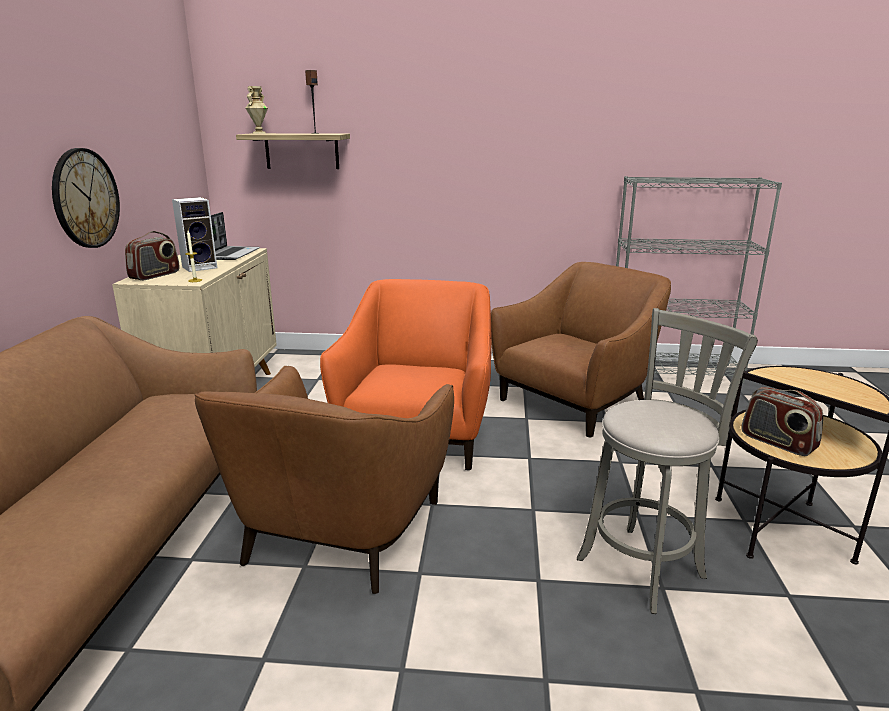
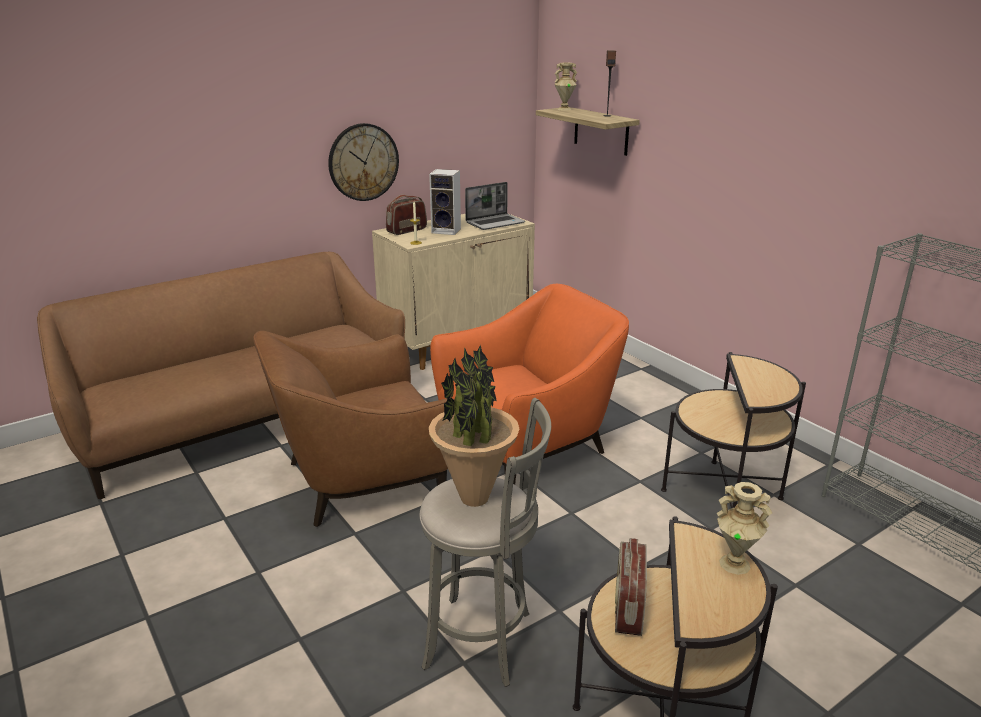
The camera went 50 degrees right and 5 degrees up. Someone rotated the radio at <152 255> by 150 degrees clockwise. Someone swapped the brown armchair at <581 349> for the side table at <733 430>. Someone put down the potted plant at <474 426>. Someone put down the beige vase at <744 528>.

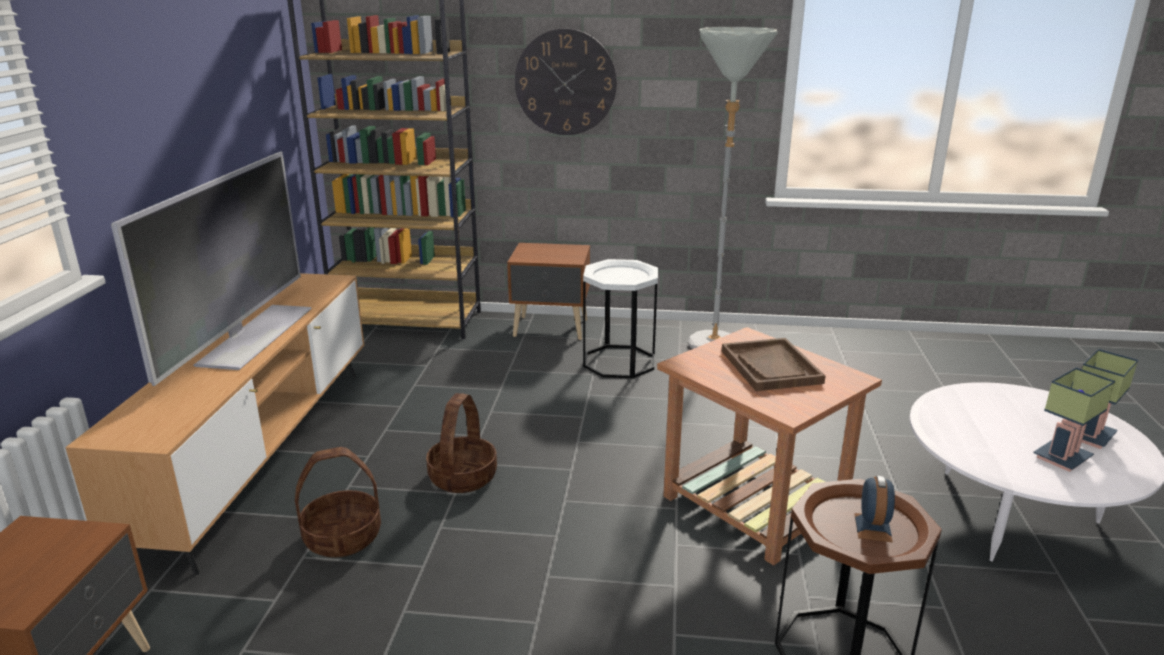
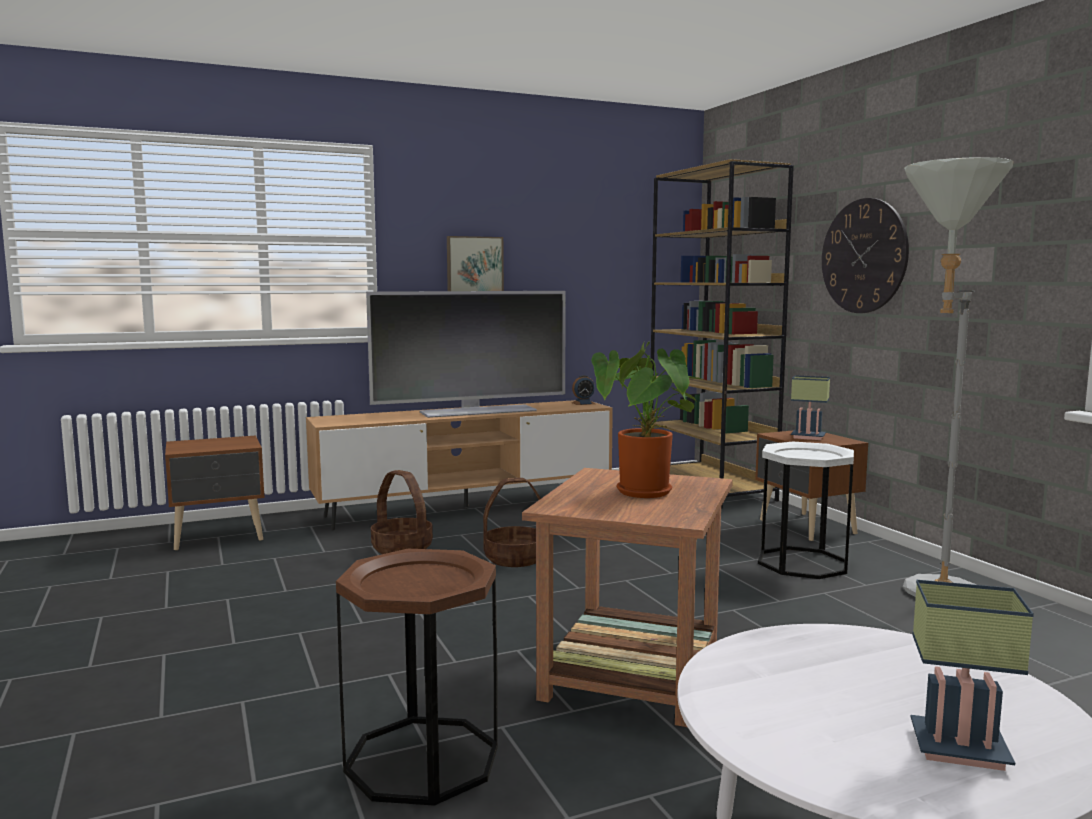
The camera went 60 degrees right and 15 degrees down. Someone swapped the brown tray at <773 364> for the potted plant at <647 420>. Someone carried the alarm clock from <874 509> to <583 390>. Someone carried the table lamp from <1074 419> to <810 407>. Someone put up the picture at <475 263>.

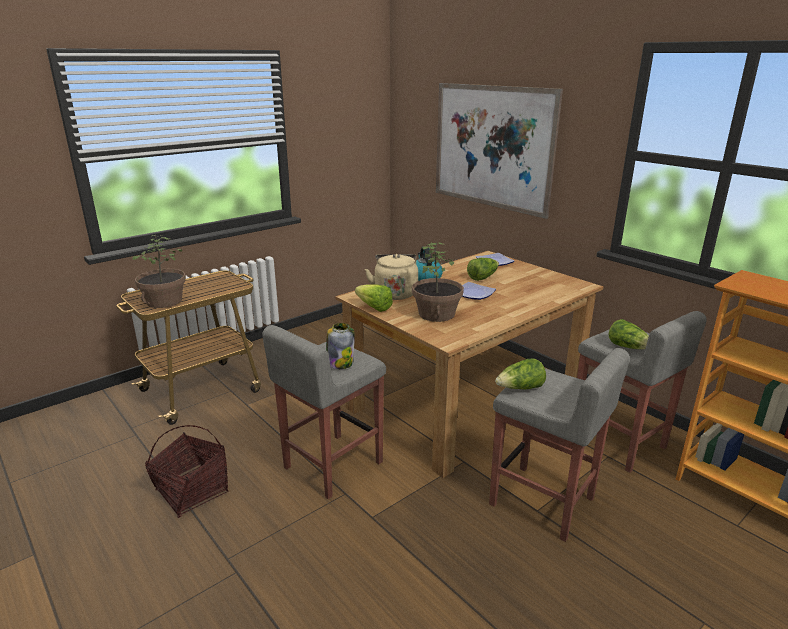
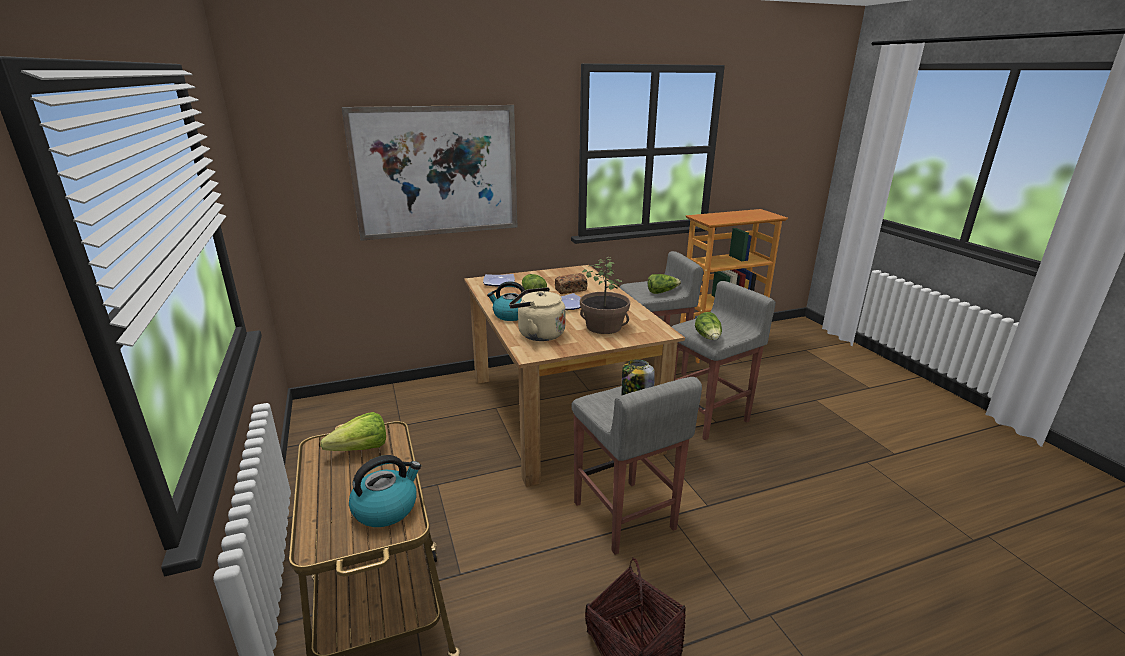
The camera went 70 degrees left and 0 degrees up. Someone swapped the potted plant at <159 271> for the kettle at <385 491>. Someone carried the lettuce from <374 298> to <353 431>. Someone put down the bread at <571 283>.

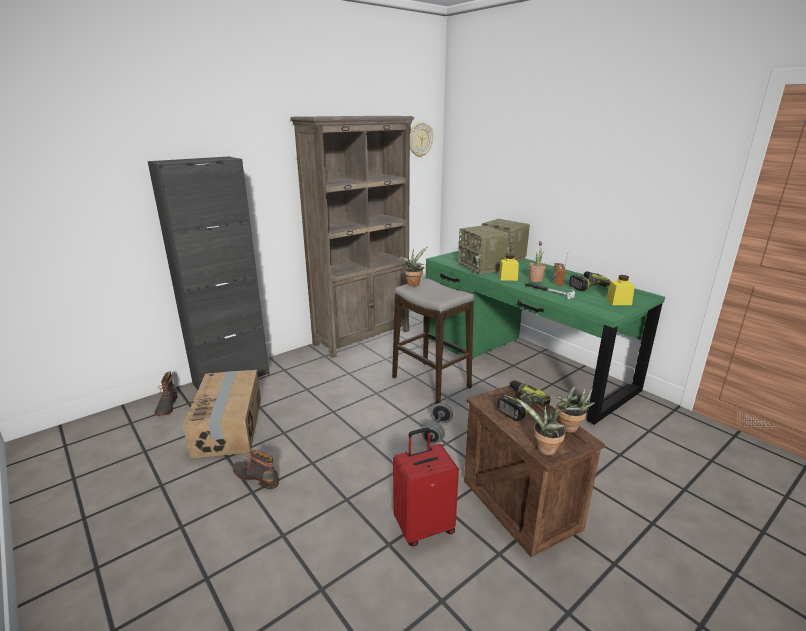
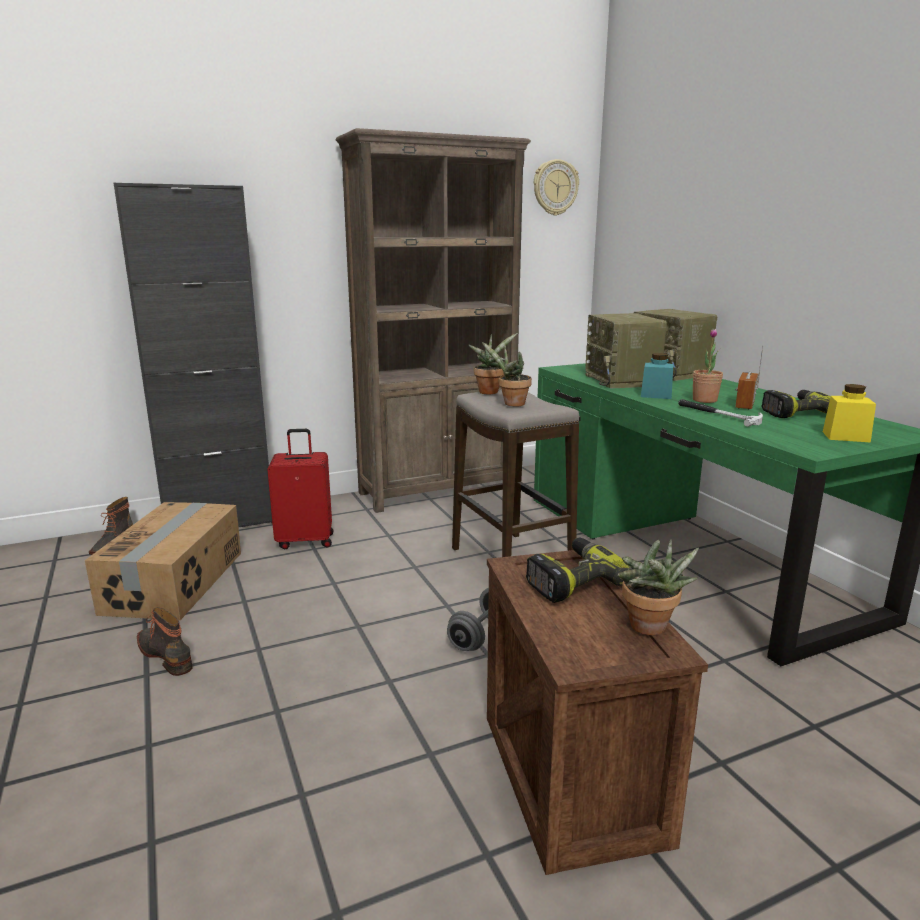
The camera went 15 degrees right and 5 degrees down. Someone carried the red suitcase from <426 487> to <300 489>. Someone repainted the yellow jar at <509 267>, which became the turquoise jar at <657 376>. Someone carried the potted plant from <541 426> to <507 374>.

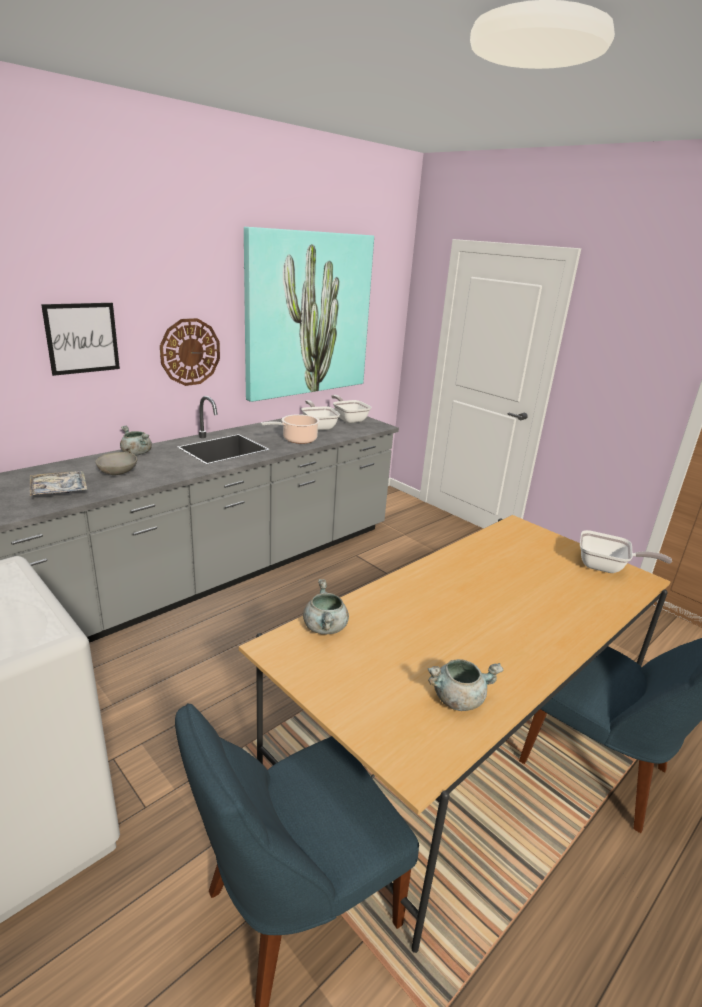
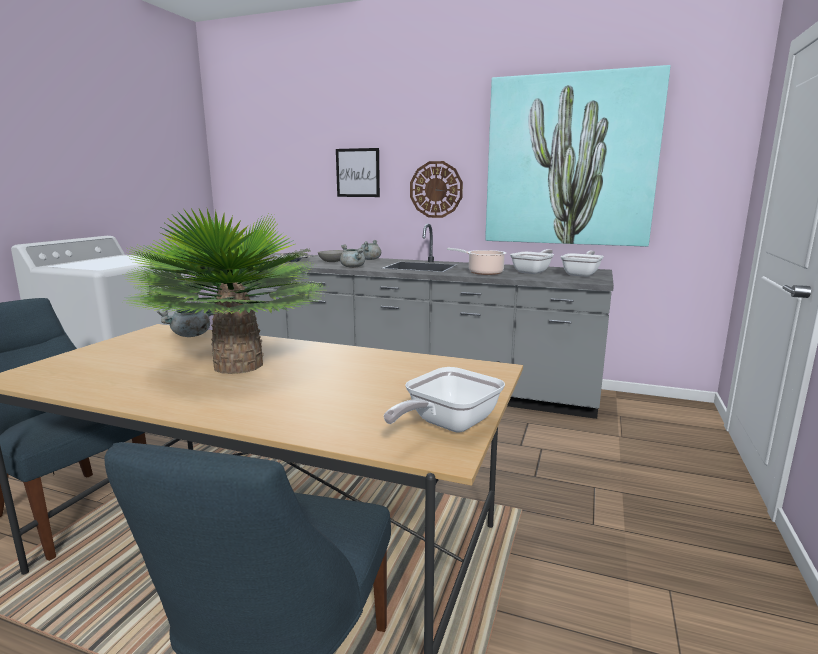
The camera went 65 degrees right and 10 degrees down. Someone carried the grey cooking pot from <465 685> to <352 256>. Someone rotated the frying pan at <626 551> by 45 degrees clockwise. Someone put down the potted plant at <225 291>.

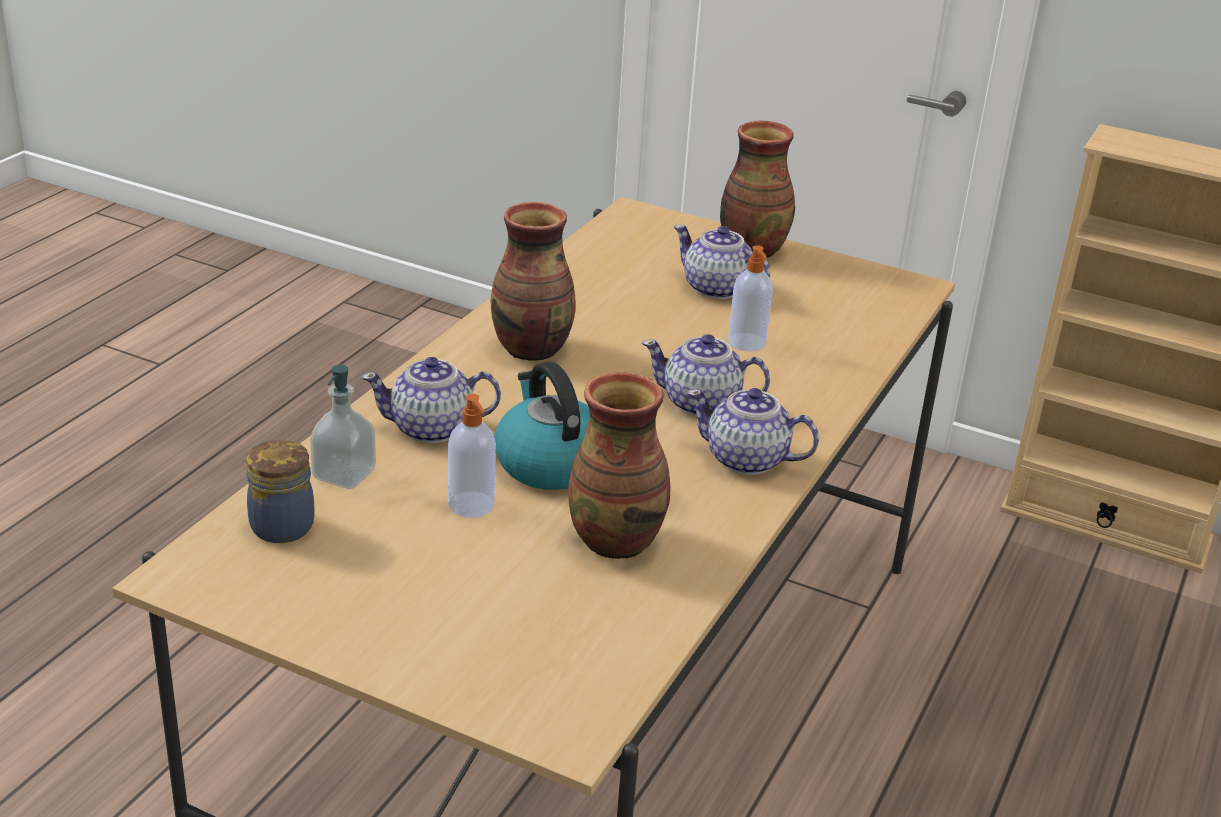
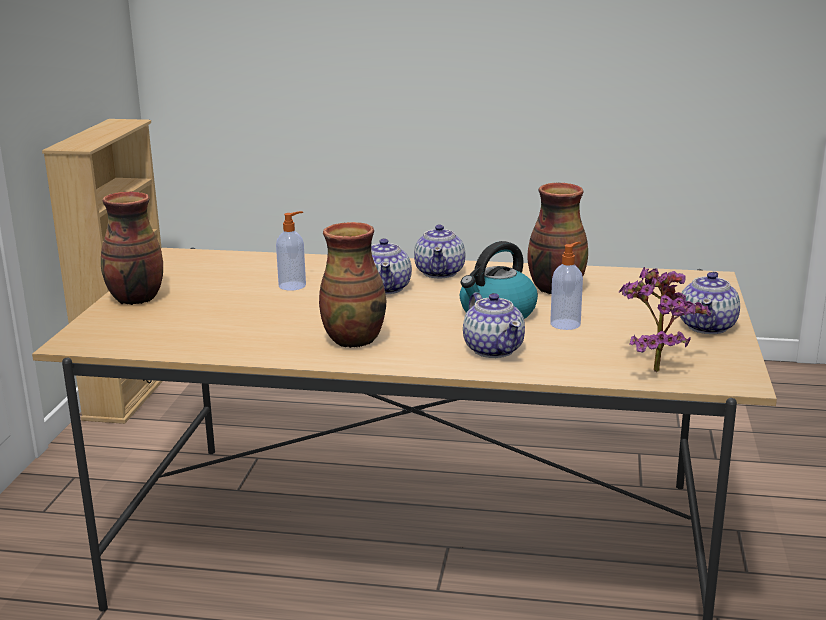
The camera went 105 degrees left and 10 degrees down. Someone swapped the jar at <280 491> for the potted plant at <665 319>. Someone took away the soap dispenser at <343 427>. Someone carried the teapot from <721 262> to <710 302>.

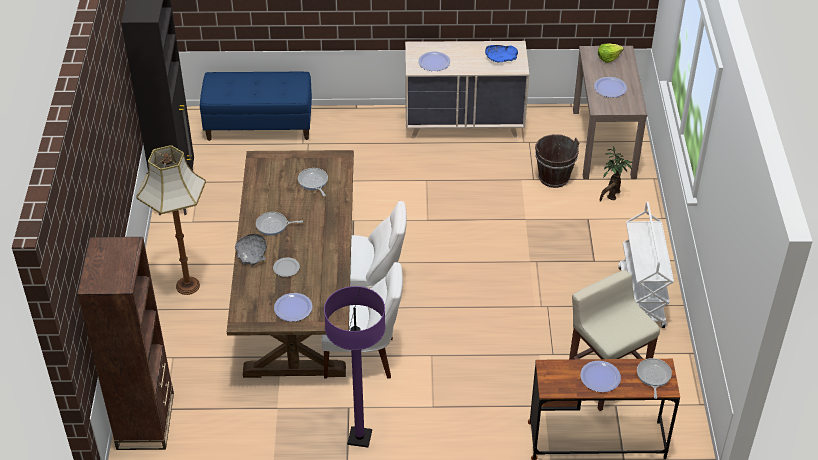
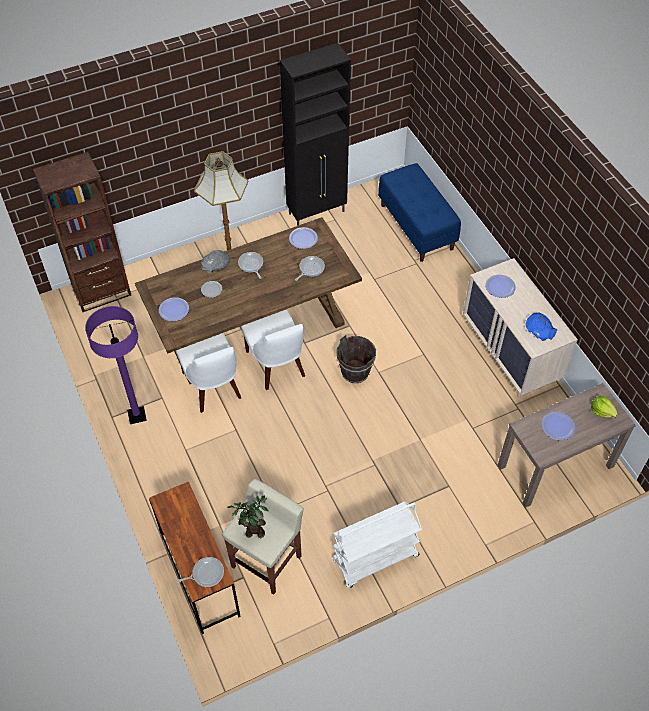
The camera went 65 degrees right and 10 degrees up. Someone carried the brown bucket from <557 161> to <356 359>. Someone carried the plate from <600 376> to <303 238>. Someone carried the potted plant from <616 174> to <248 517>.

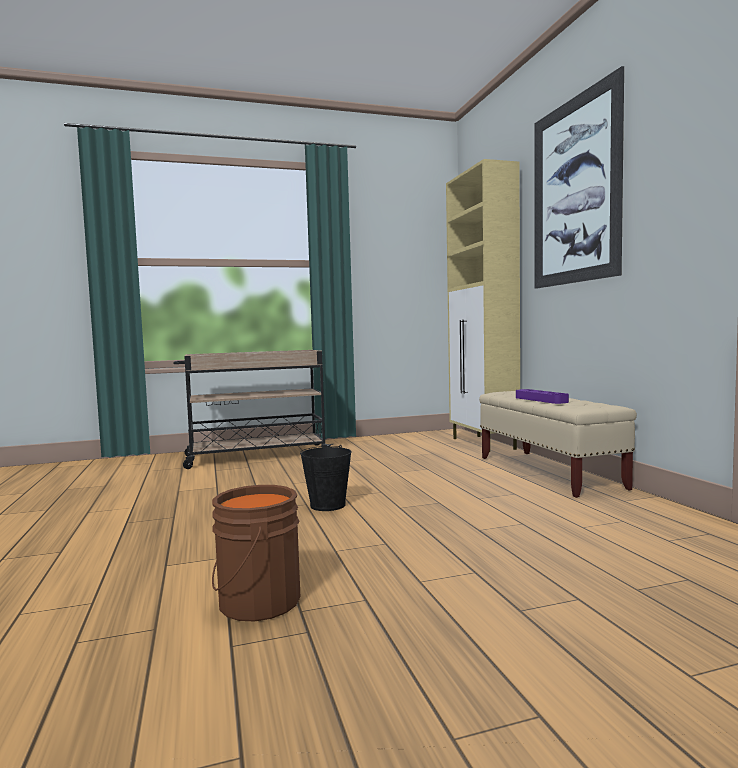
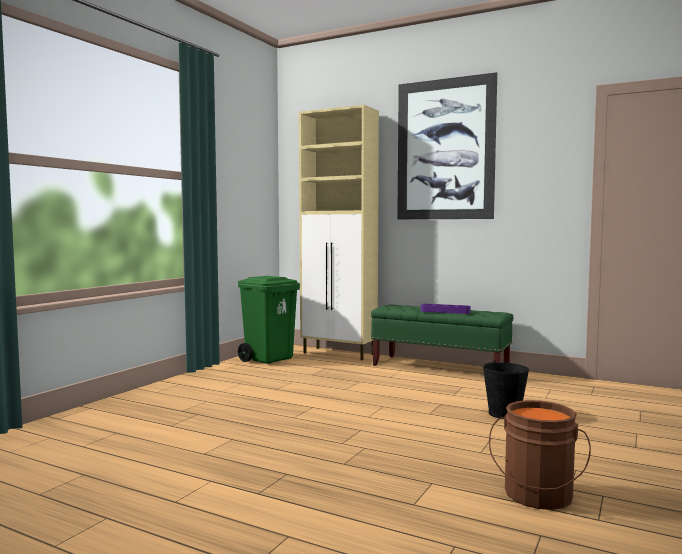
The camera went 45 degrees left and 0 degrees up. Someone took away the beige cart at <253 409>. Someone carried the black bucket from <326 478> to <505 389>. Someone repainted the beige bench at <558 444>, which became the green bench at <442 335>. Someone put down the green trash can at <268 320>.

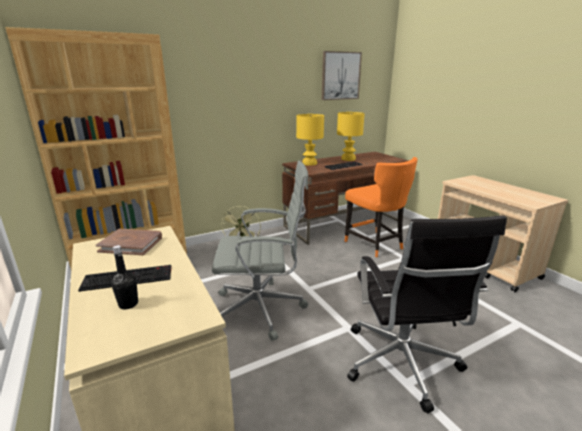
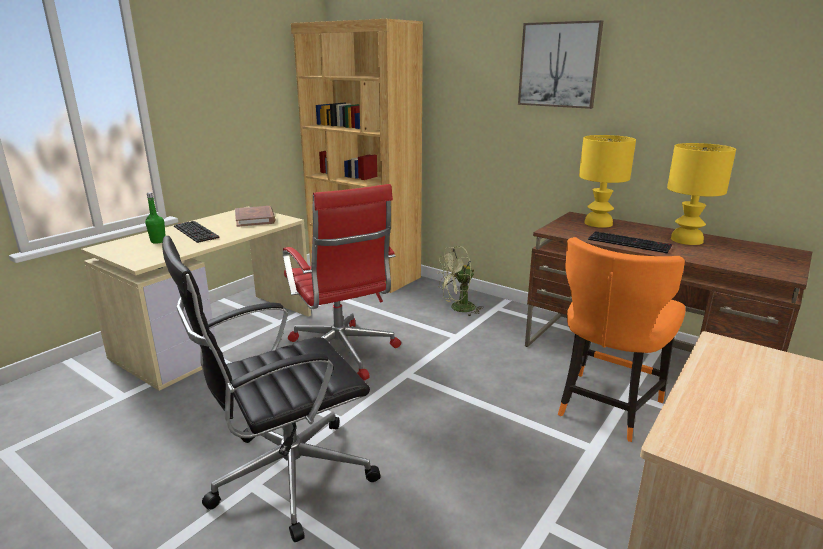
The camera went 65 degrees right and 0 degrees up. Someone repainted the black bottle at <124 277>, which became the green bottle at <155 218>. Someone repainted the grey office chair at <260 250>, which became the red office chair at <342 282>. Someone carried the picture from <342 75> to <560 64>.

